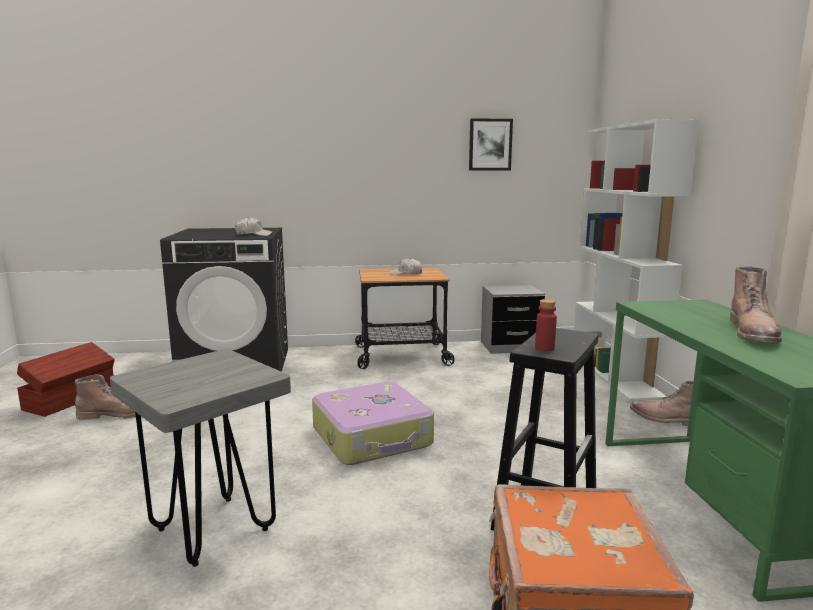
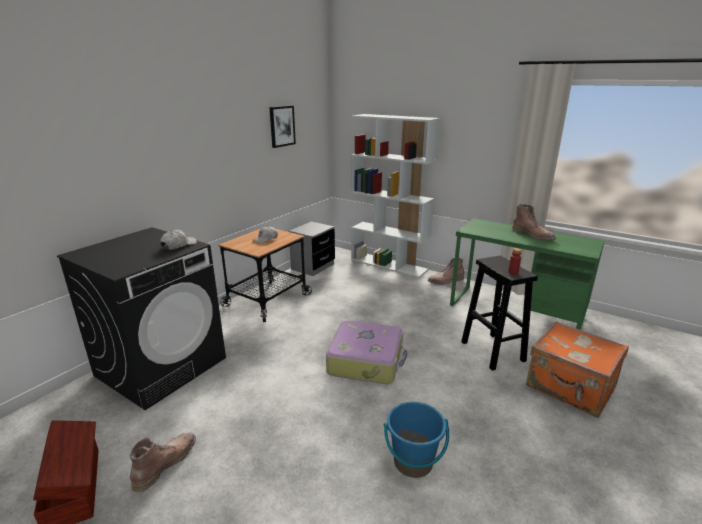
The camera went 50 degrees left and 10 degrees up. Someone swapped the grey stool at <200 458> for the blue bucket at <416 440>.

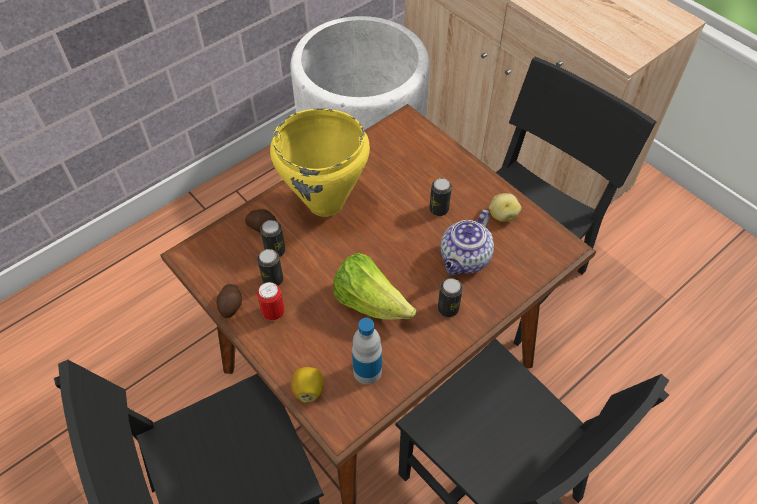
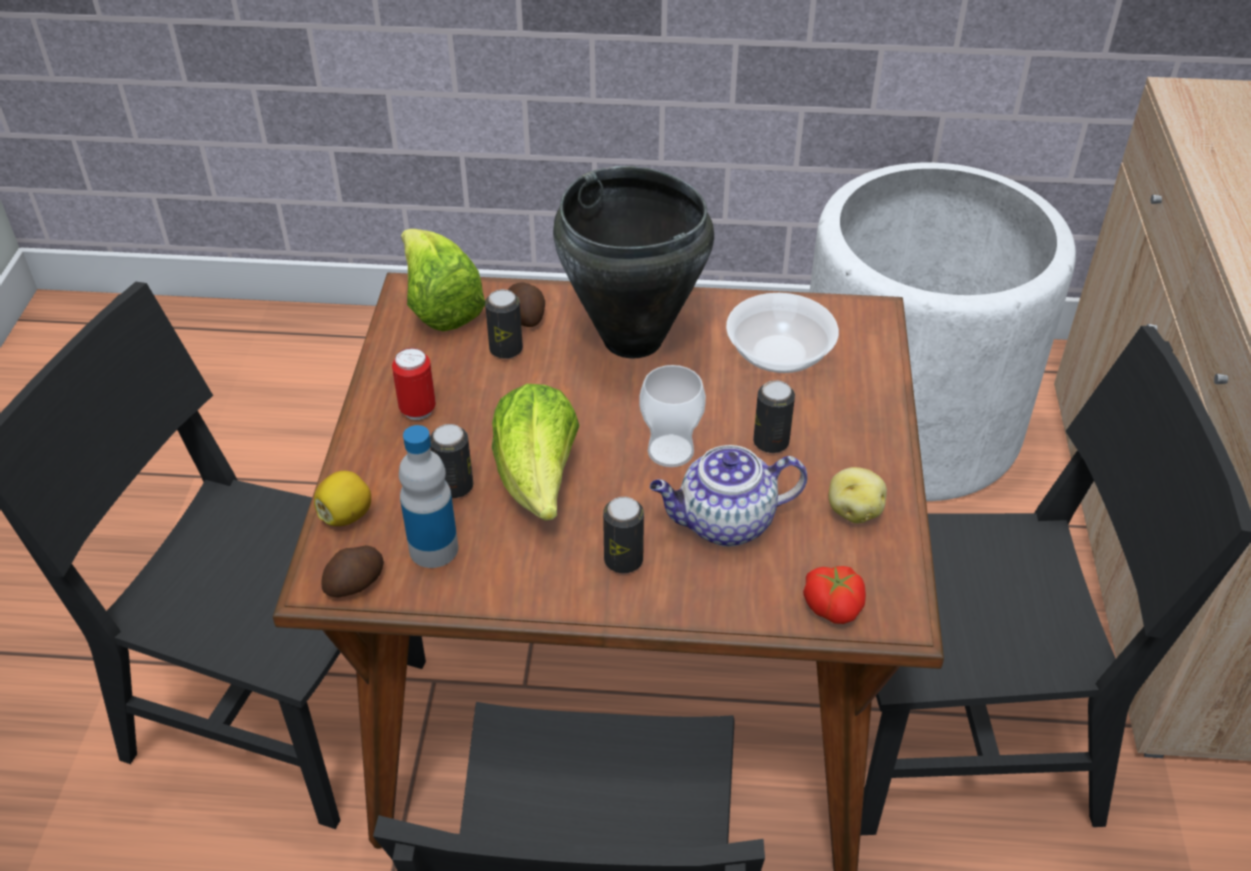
The camera went 45 degrees right and 10 degrees down. Someone carried the potato from <229 301> to <352 571>. Someone carried the can from <270 267> to <451 461>. Someone repainted the yellow cooking pot at <320 162>, which became the black cooking pot at <633 262>. Someone put down the lettuce at <443 280>. Someone put down the cup at <672 416>. Someone put down the bowl at <782 333>. Someone put down the tomato at <834 595>.

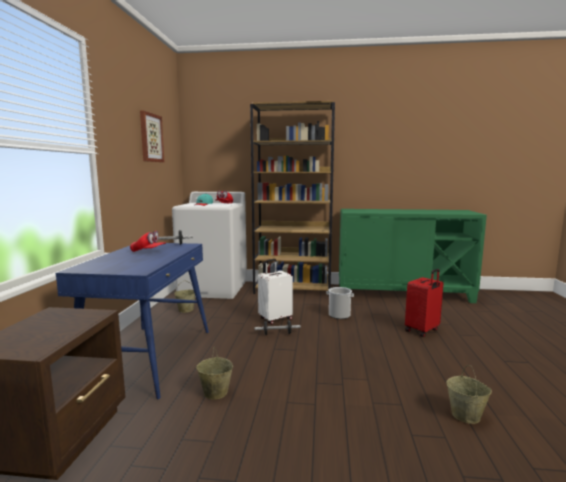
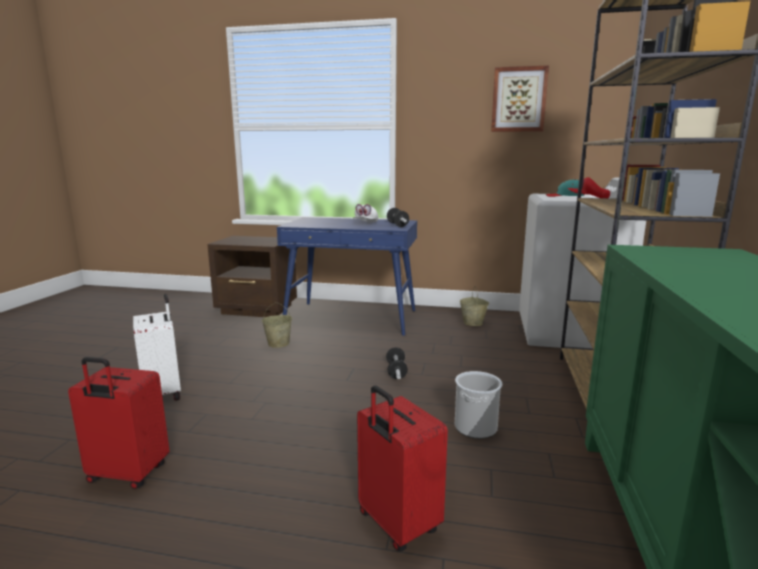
The camera went 95 degrees right and 5 degrees up. Someone repainted the red cap at <148 241>, which became the white cap at <366 213>. Someone carried the white suitcase from <275 291> to <157 347>. Someone swapped the beige bucket at <469 394> for the red suitcase at <119 423>.

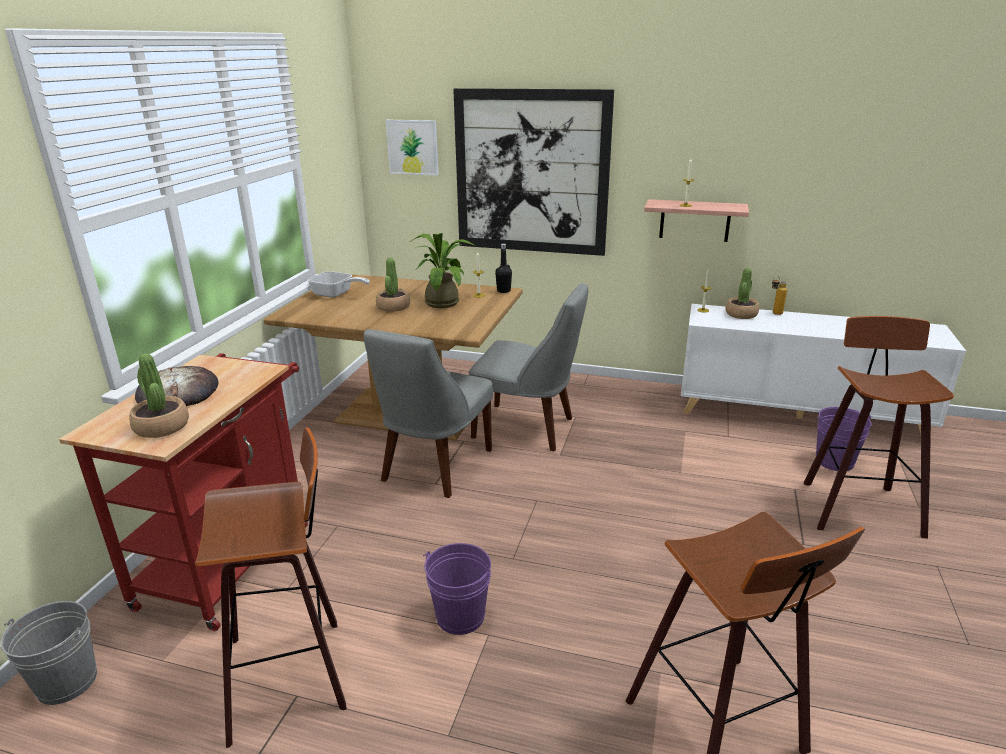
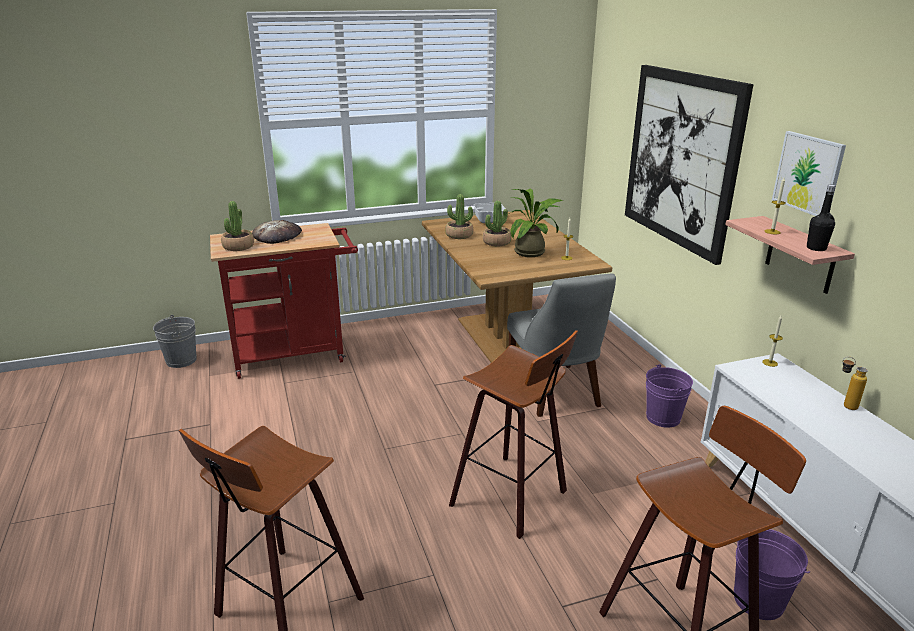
The camera went 55 degrees right and 0 degrees up. Someone carried the stool from <271 587> to <513 434>. Someone took away the grey chair at <428 413>. Someone carried the picture from <412 148> to <809 173>. Someone carried the purple bucket from <457 589> to <669 396>. Someone carried the black bottle from <503 268> to <821 218>. Someone carried the potted plant from <742 293> to <459 216>.

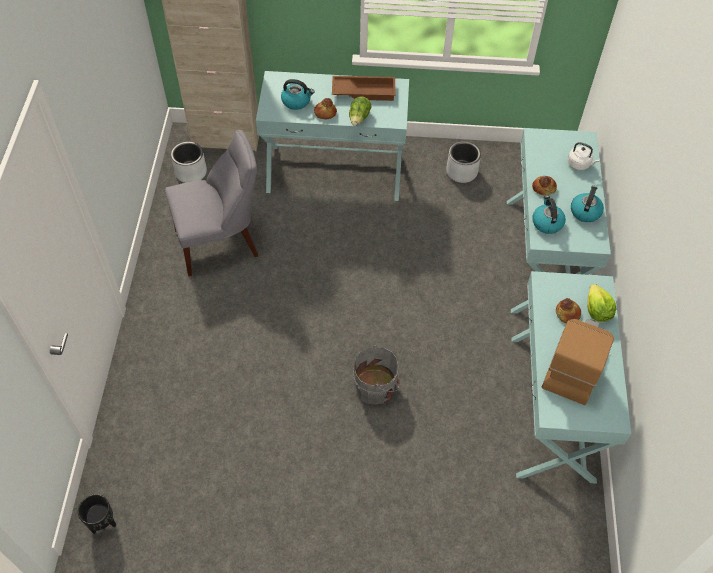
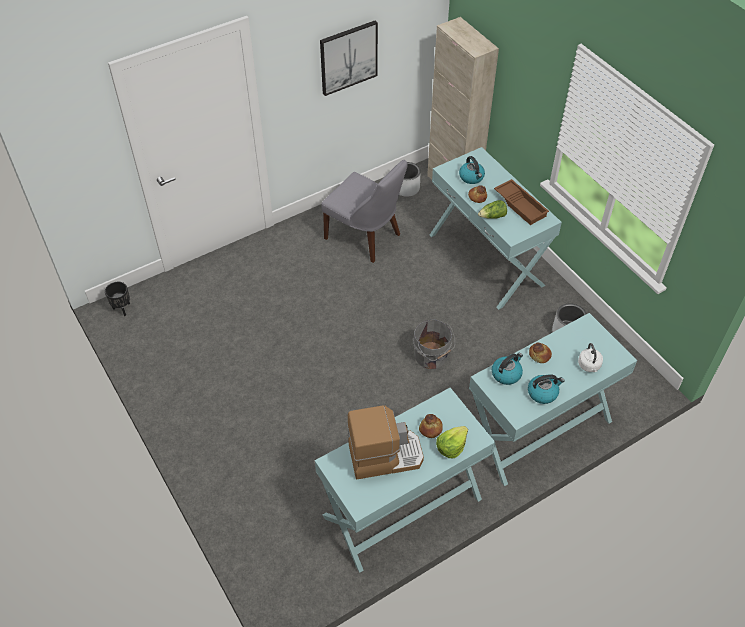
The camera went 55 degrees right and 5 degrees down. Someone carried the grey bucket from <376 374> to <434 344>. Someone put up the picture at <349 58>.

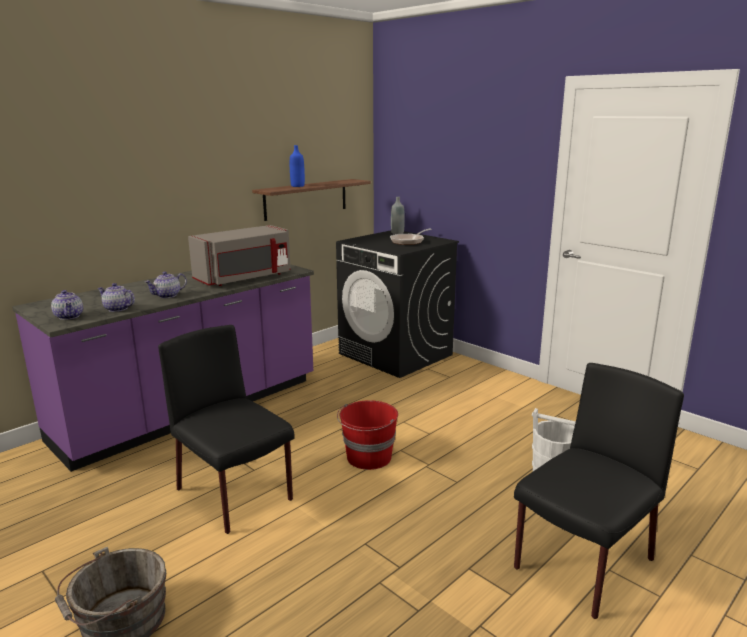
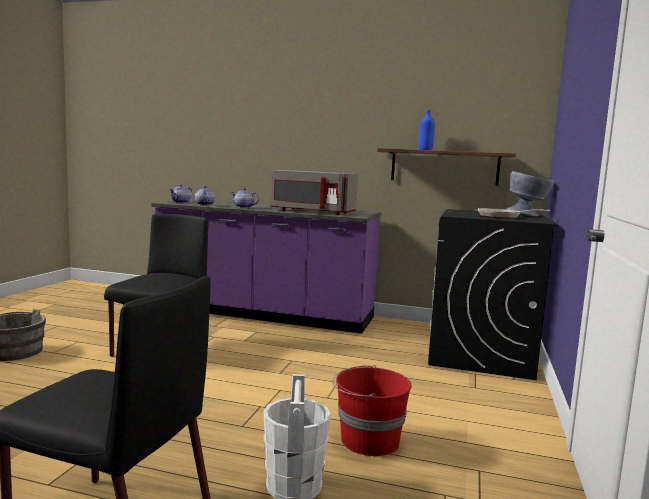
The camera went 60 degrees right and 10 degrees down. Someone carried the red bucket from <367 435> to <372 410>. Someone swapped the grey bottle at <398 215> for the grey bowl at <530 193>.

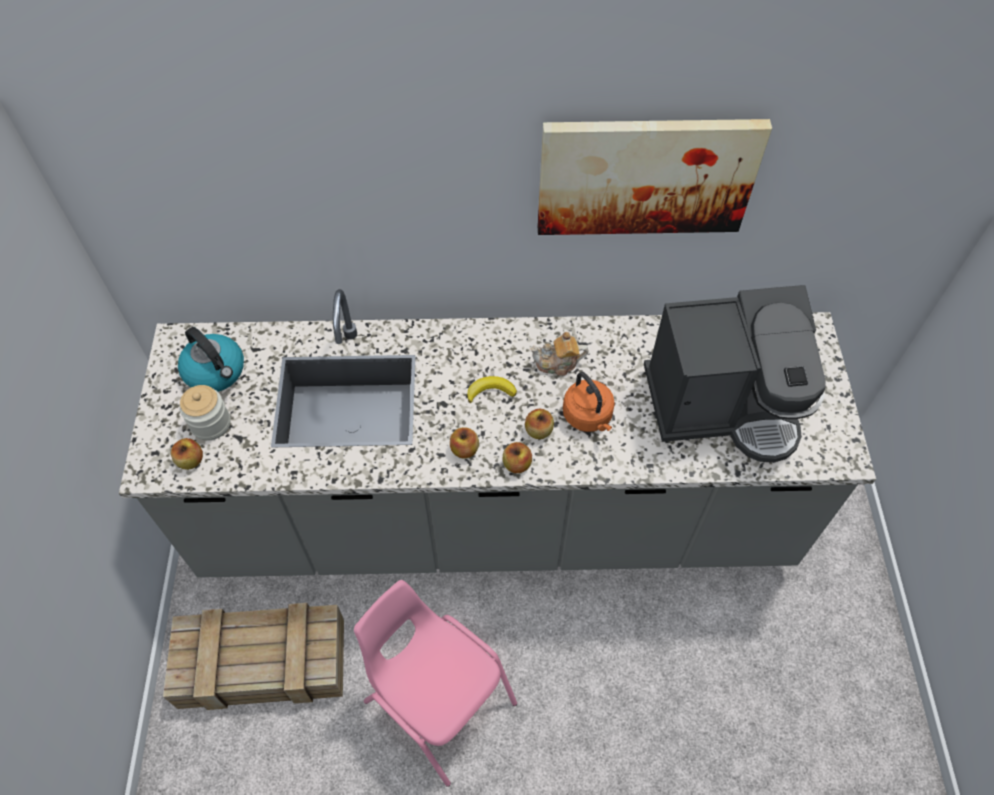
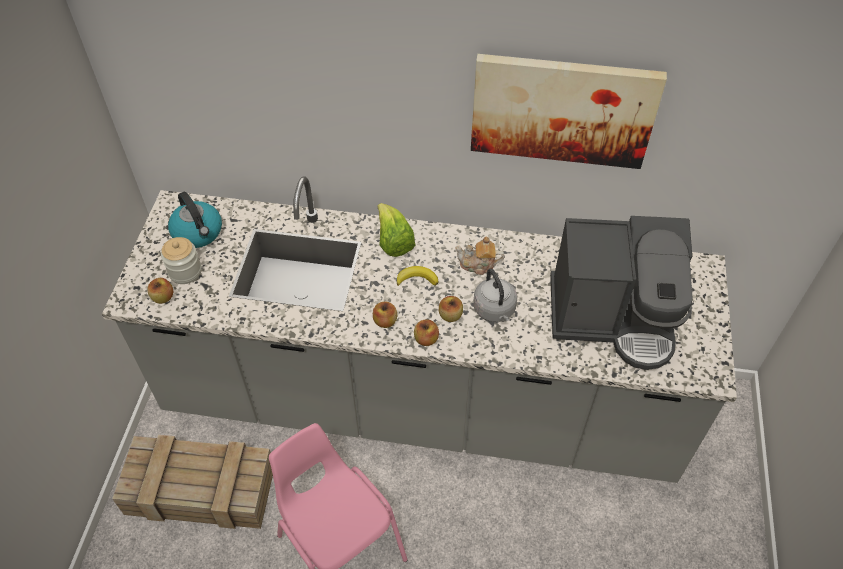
The camera went 10 degrees right and 5 degrees down. Someone repainted the orange kettle at <589 402>, which became the grey kettle at <495 295>. Someone put down the lettuce at <396 230>.

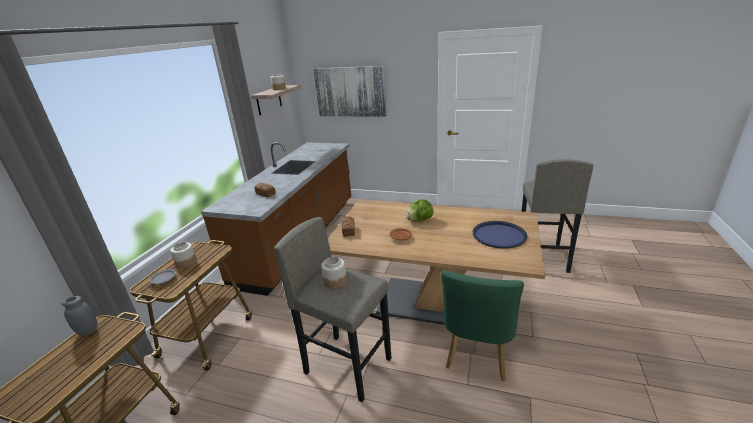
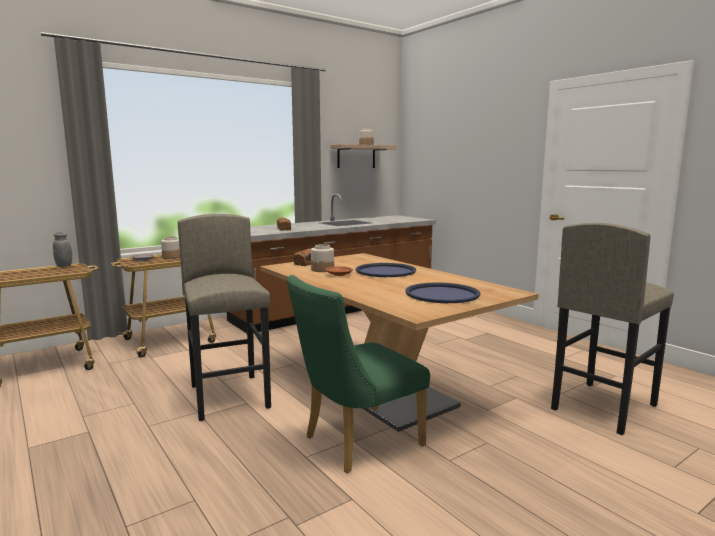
The camera went 35 degrees right and 15 degrees down. Someone took away the picture at <350 91>. Someone carried the jar from <334 273> to <322 258>. Someone swapped the lettuce at <420 210> for the blue tray at <385 270>.

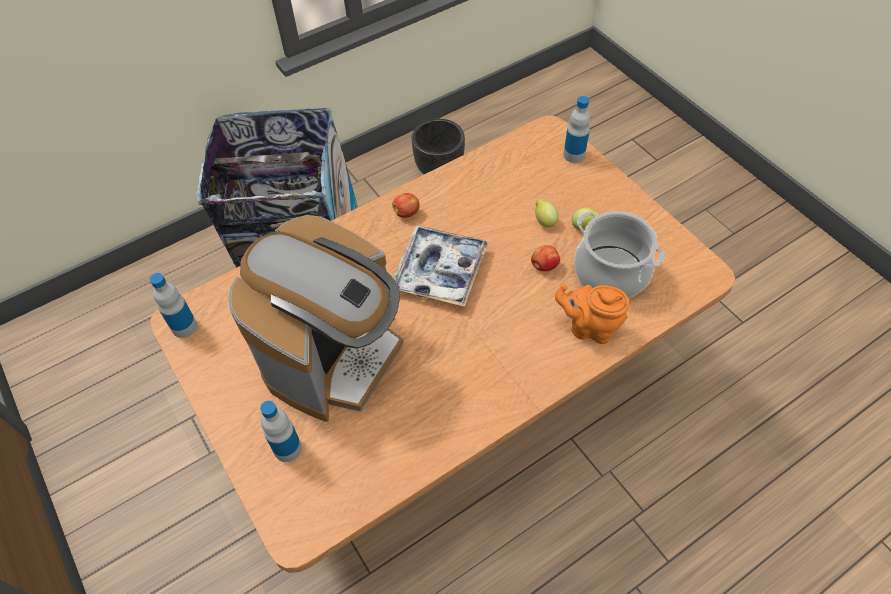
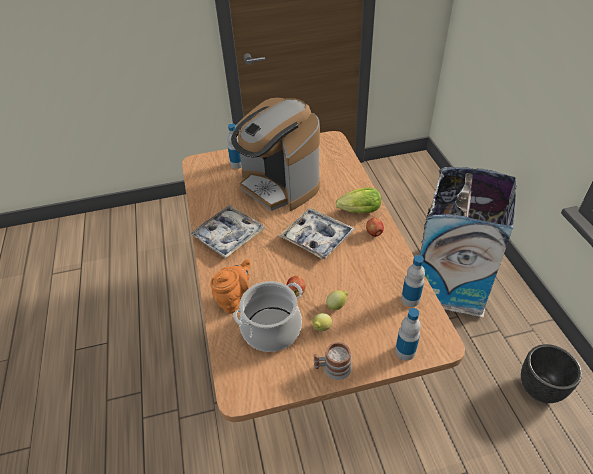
The camera went 110 degrees right and 10 degrees down. Someone carried the bottle from <173 305> to <413 281>. Someone put down the tray at <227 231>. Someone put down the mug at <333 361>. Someone put down the lettuce at <358 200>.

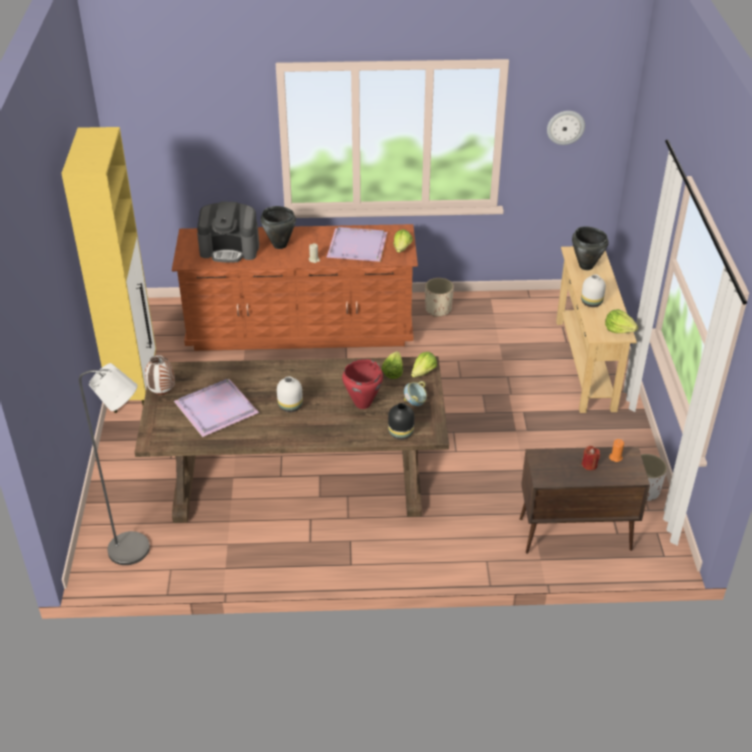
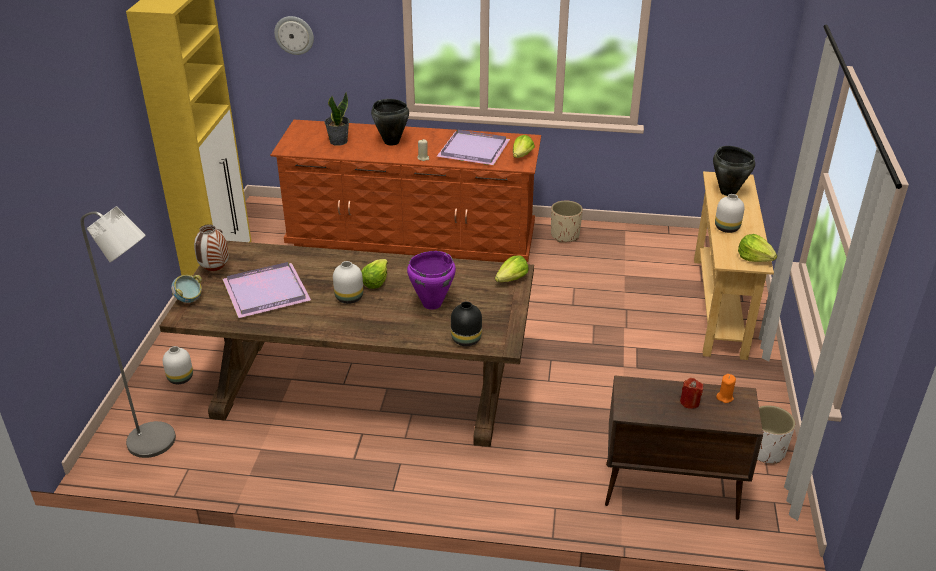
The camera went 10 degrees right and 5 degrees down. Someone swapped the coffee machine at <228 232> for the potted plant at <336 119>. Someone repainted the red cooking pot at <362 384>, which became the purple cooking pot at <431 280>. Someone carried the lettuce from <392 365> to <374 274>. Someone carried the bowl from <415 393> to <186 289>. Someone carried the wall clock from <566 128> to <294 35>. Someone put down the white vase at <178 365>.

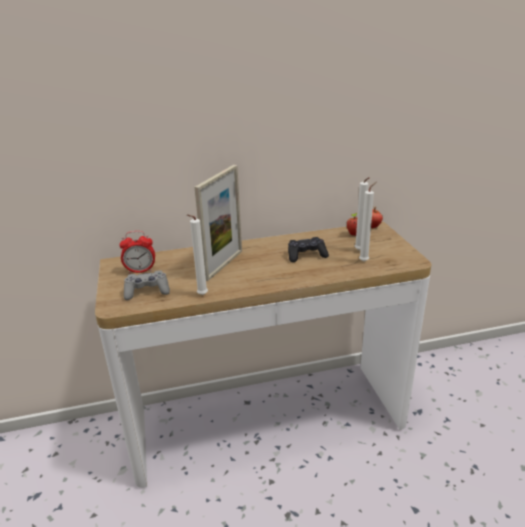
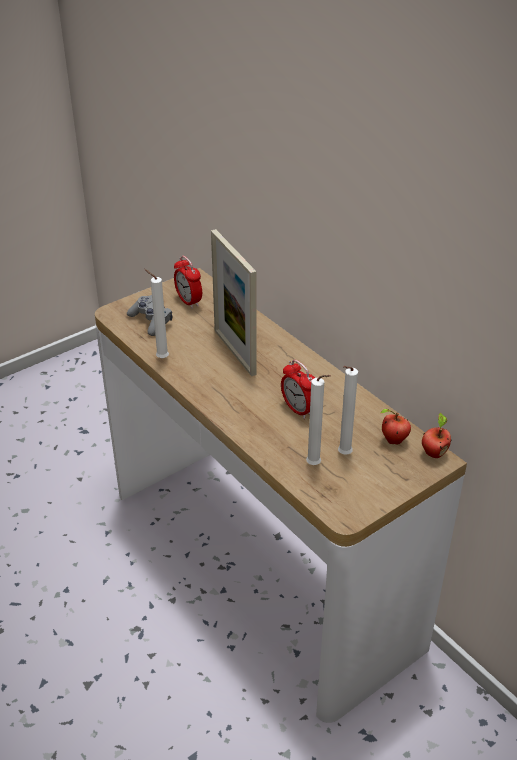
The camera went 65 degrees right and 10 degrees up. Someone rotated the picture frame at <218 223> by 60 degrees clockwise. Someone swapped the black game controller at <308 249> for the alarm clock at <298 389>.

